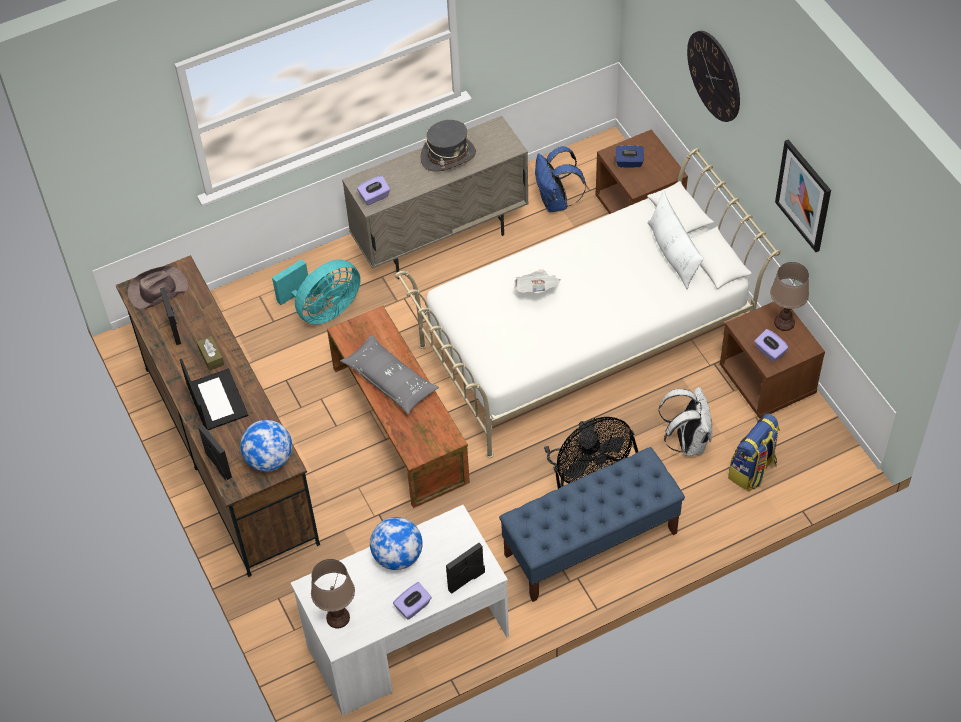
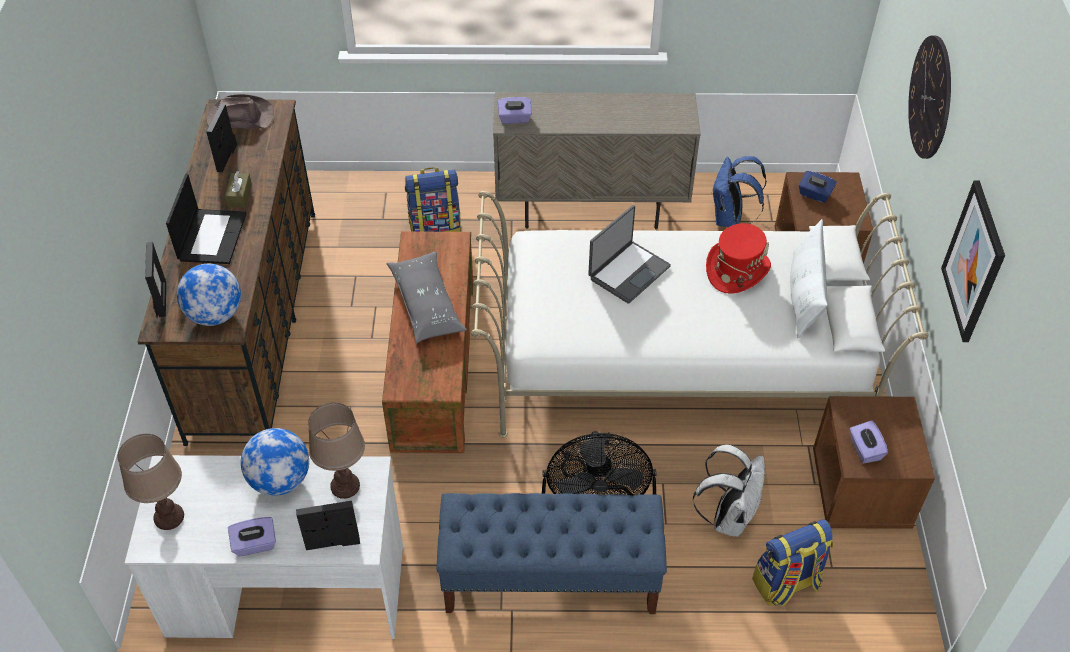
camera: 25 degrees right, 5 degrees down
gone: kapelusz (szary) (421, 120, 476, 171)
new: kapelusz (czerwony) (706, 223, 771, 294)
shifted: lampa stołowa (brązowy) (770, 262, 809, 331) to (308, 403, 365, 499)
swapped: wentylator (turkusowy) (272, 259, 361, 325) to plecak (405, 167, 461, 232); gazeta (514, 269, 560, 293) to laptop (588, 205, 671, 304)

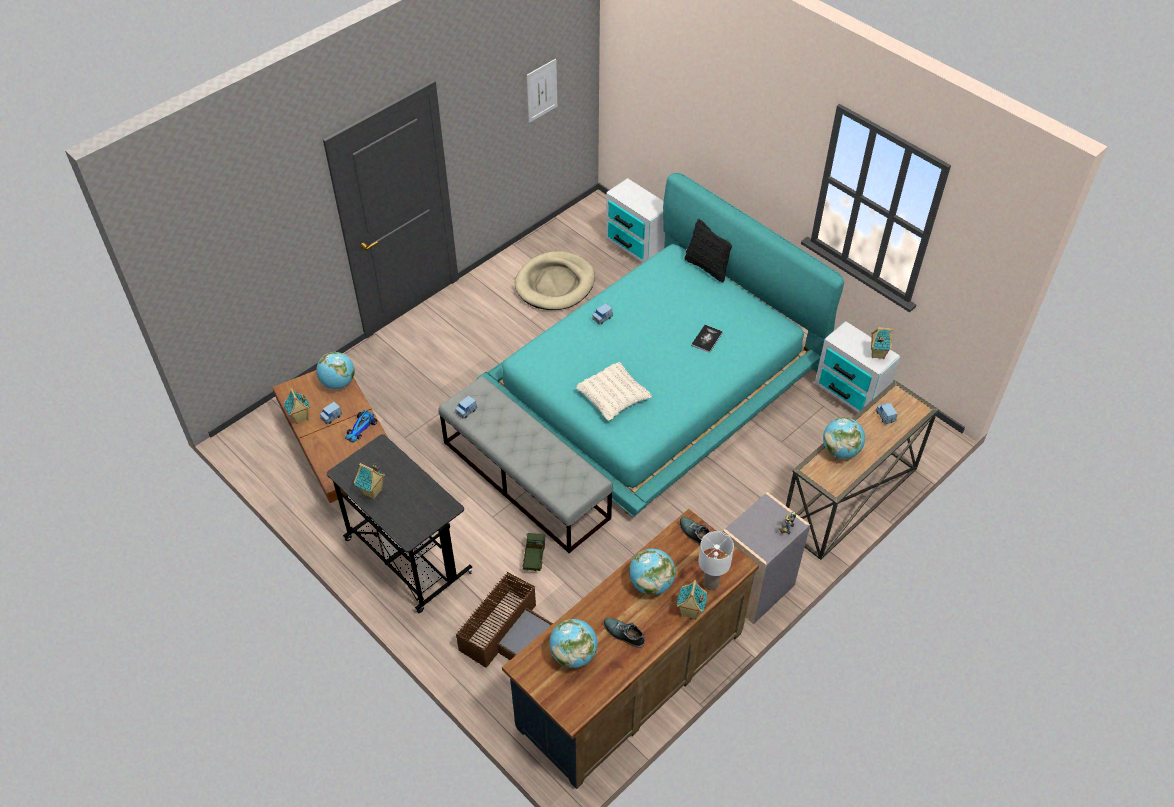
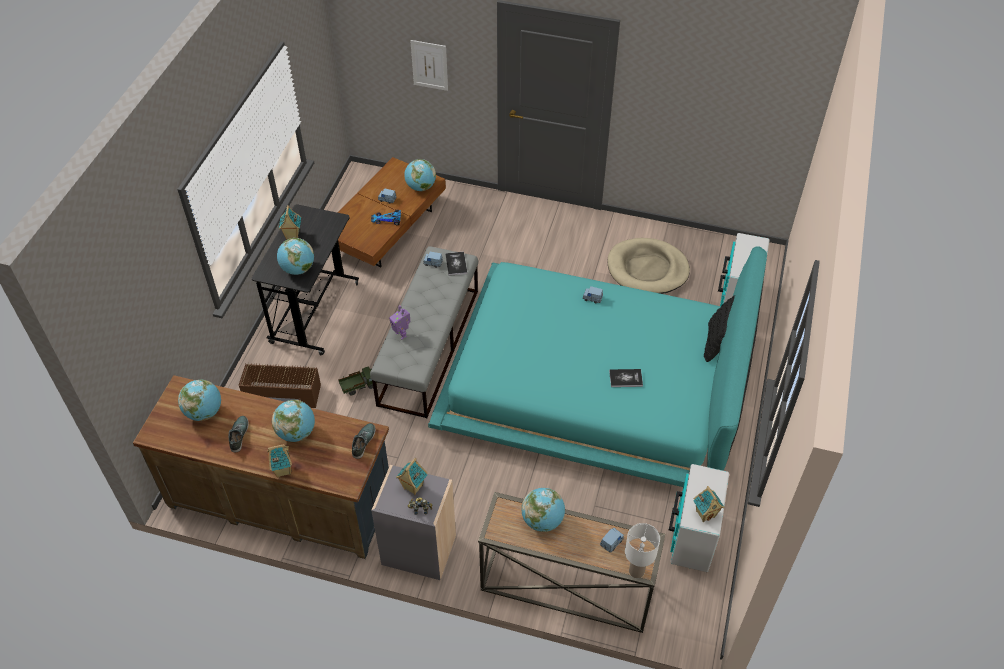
camera: 60 degrees right, 0 degrees up
gone: poduszka (beżowy) (576, 362, 652, 421)
new: globus (277, 238, 314, 275); robot zabawkowy (389, 305, 410, 340); książka (446, 252, 467, 276)
shifted: domek (284, 388, 311, 424) to (396, 458, 428, 495); obraz (527, 59, 557, 123) to (410, 40, 448, 91); lampa stołowa (biały) (698, 531, 734, 591) to (625, 523, 660, 578)

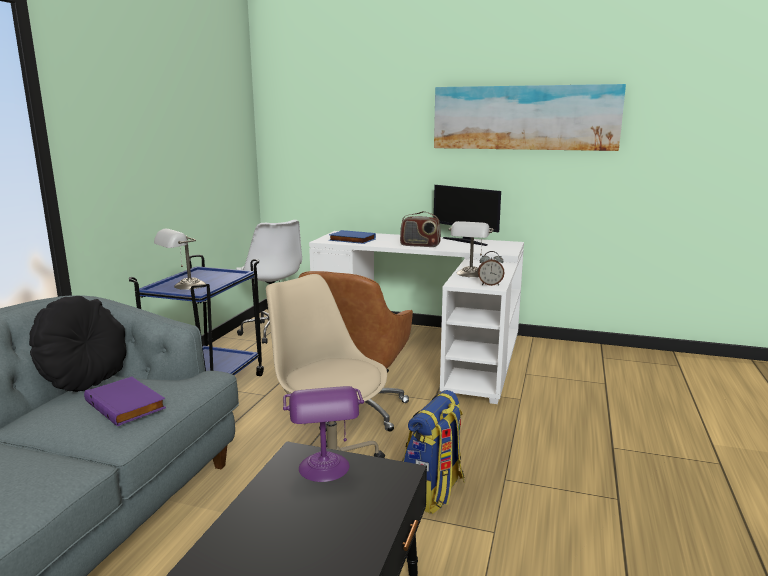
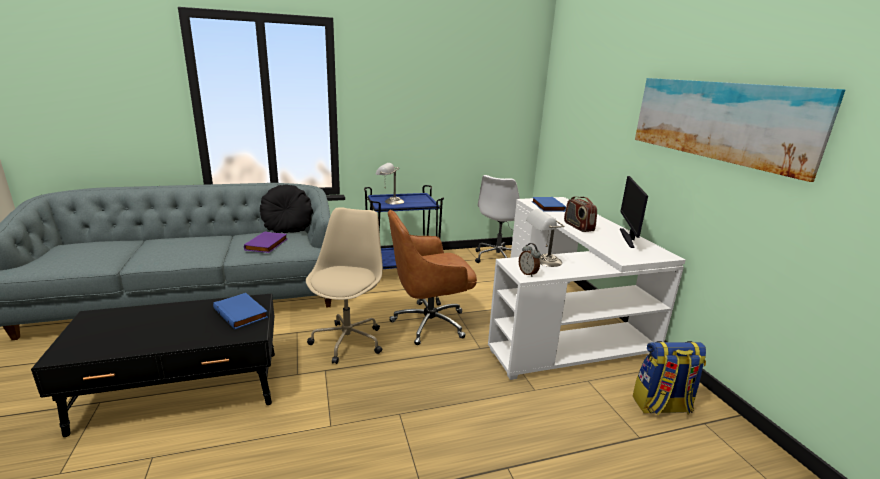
camera: 55 degrees right, 5 degrees up
shifted: plecak (403, 390, 465, 514) to (633, 341, 706, 415)
swapped: lampa stołowa (fioletowy) (283, 386, 364, 482) to książka (niebieski) (213, 293, 268, 329)

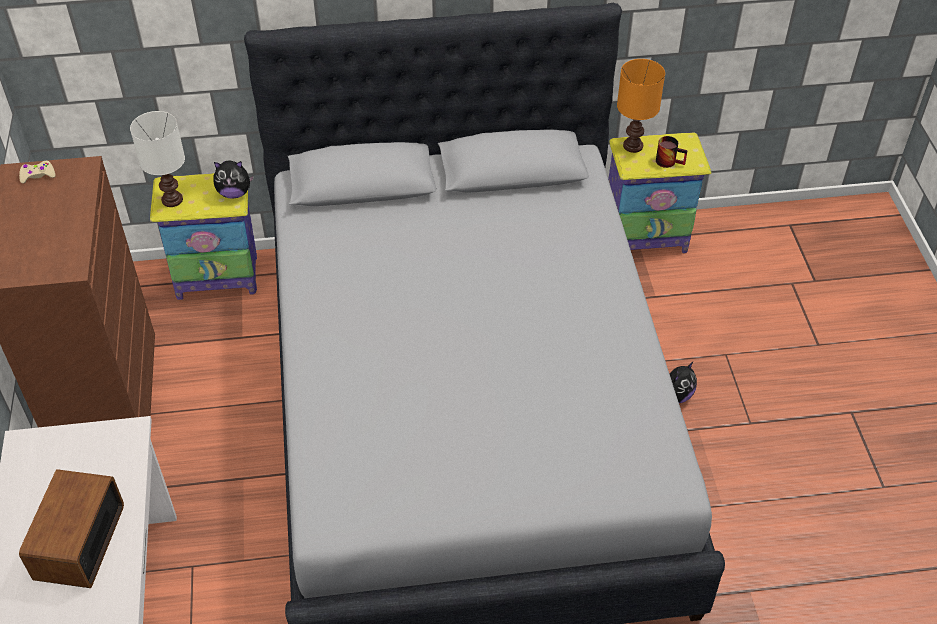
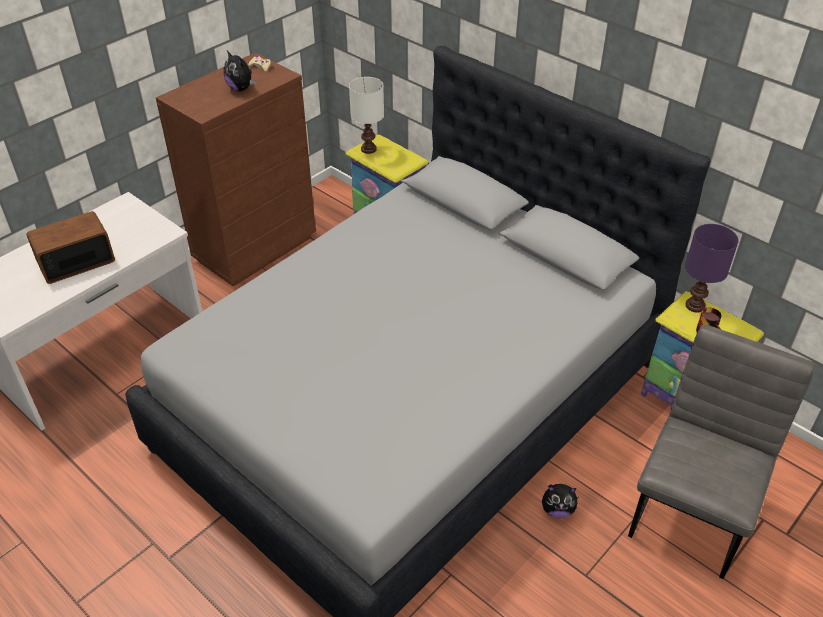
camera: 50 degrees right, 5 degrees down
new: krzesło (szary) (628, 324, 815, 579)
shifted: pluszak (214, 161, 254, 199) to (224, 51, 256, 91)
repainted: lampa stołowa (pomarańczowy) (617, 59, 665, 153) to lampa stołowa (fioletowy) (685, 224, 739, 312)

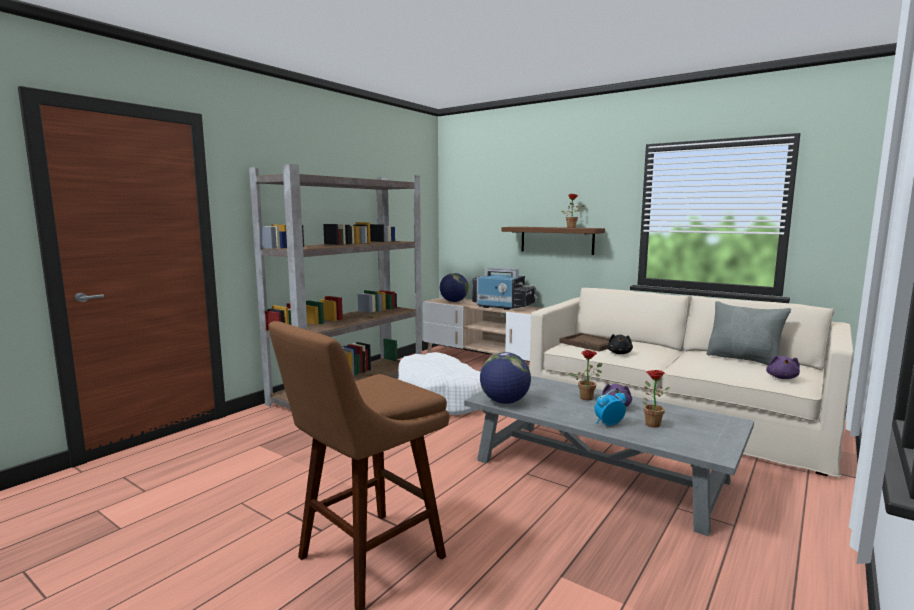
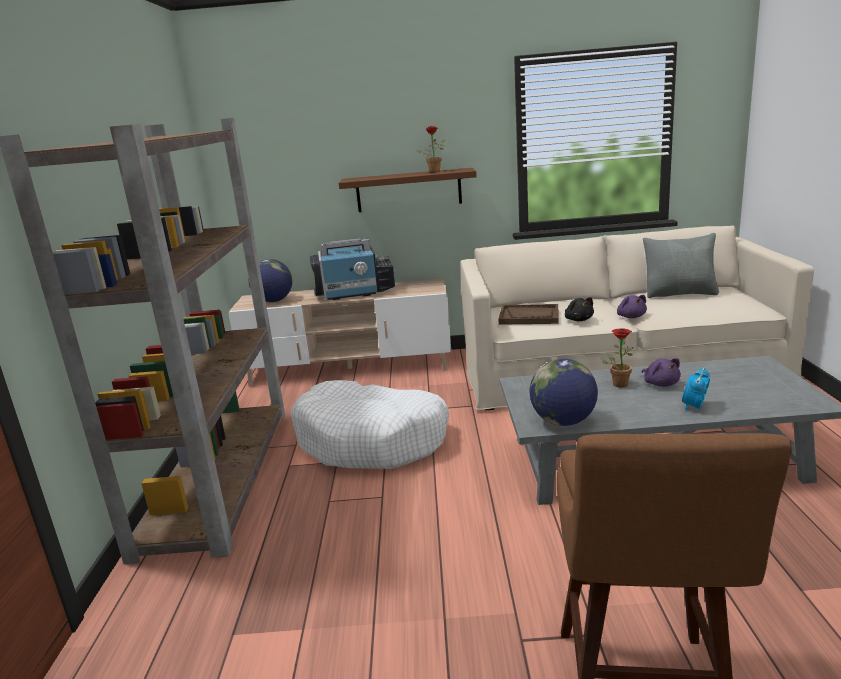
camera: 35 degrees left, 10 degrees up
gone: roślina doniczkowa (643, 370, 670, 428)
shifted: pluszak (fioletowy) (766, 355, 800, 379) to (617, 295, 647, 318)

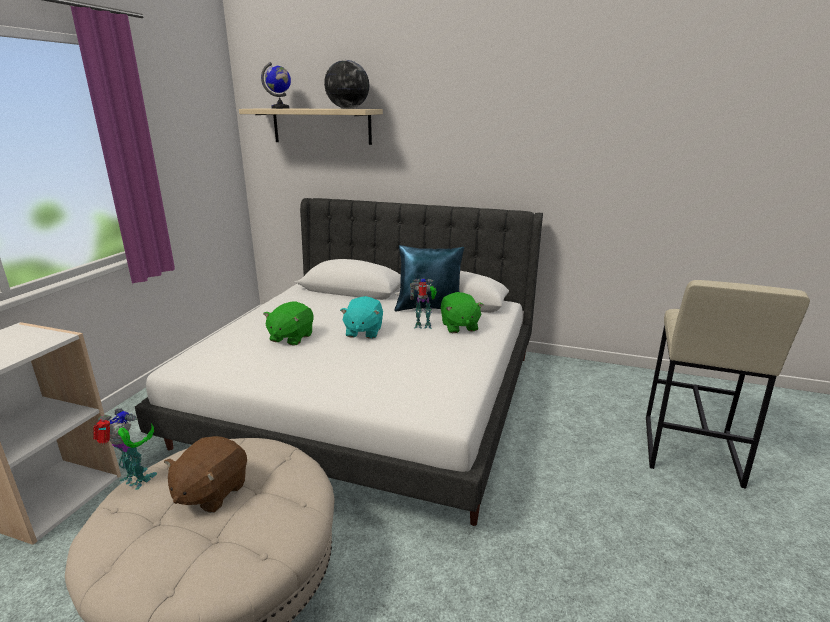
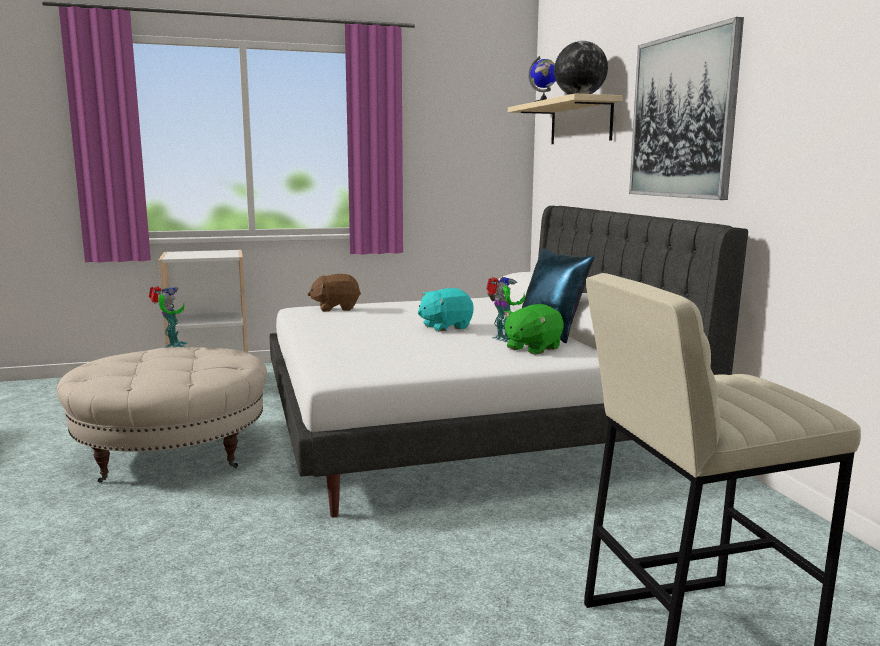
camera: 55 degrees right, 10 degrees down
gone: pluszak (zielony) (263, 301, 314, 346)
new: obraz (629, 17, 744, 200)
shifted: pluszak (brązowy) (164, 436, 247, 513) to (308, 274, 361, 312)

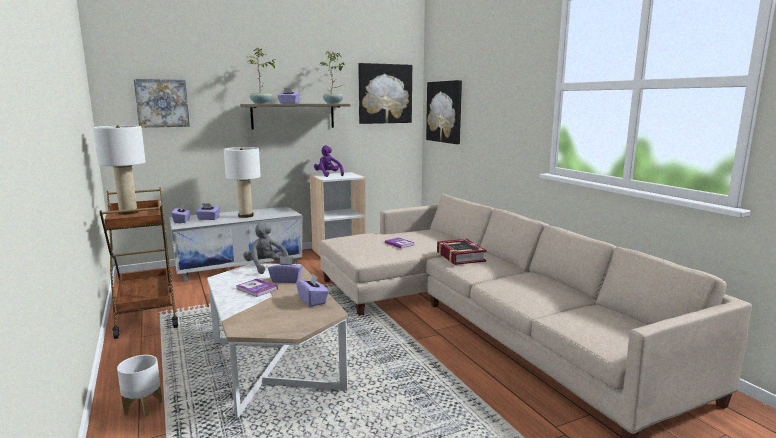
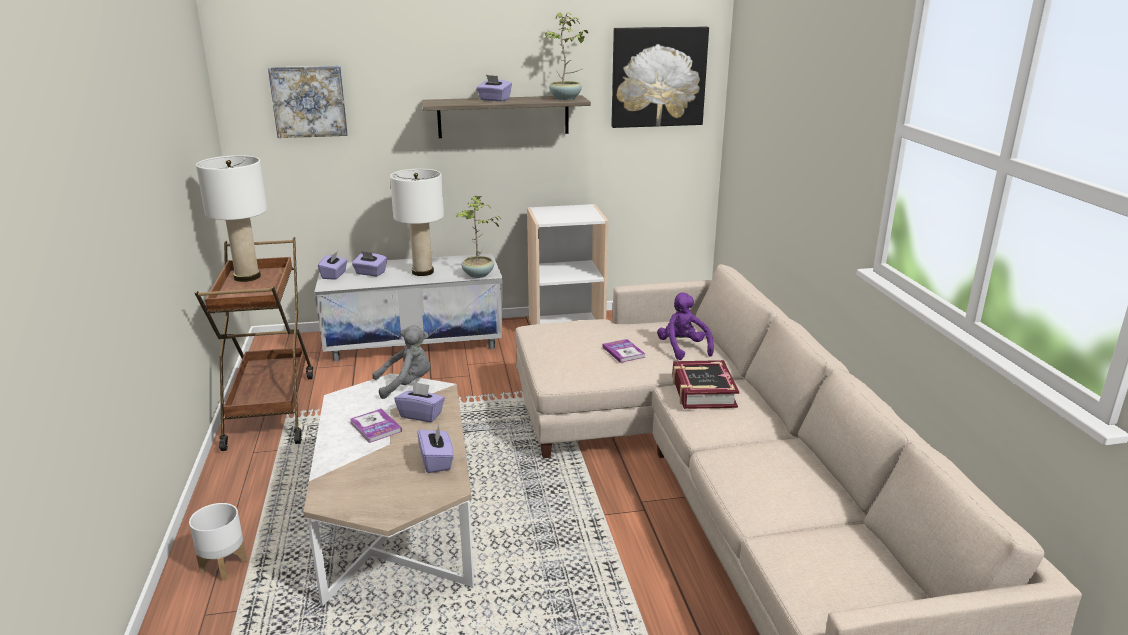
camera: 15 degrees right, 10 degrees up
gone: obraz (426, 80, 462, 144)
shifted: roślina doniczkowa (246, 47, 275, 104) to (456, 195, 502, 278); pluszak (fioletowy) (314, 145, 344, 177) to (657, 292, 714, 360)
rotated: pluszak (szary) (243, 222, 289, 274) = (372, 325, 431, 399) 90 degrees clockwise

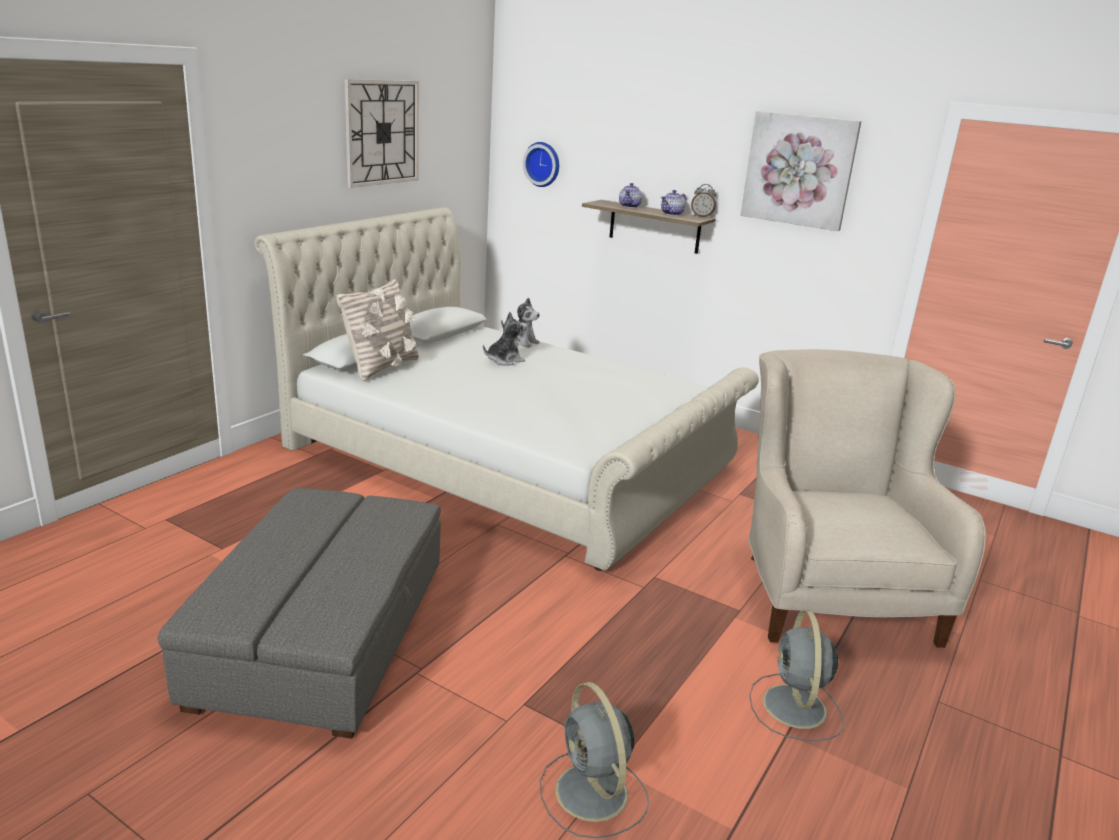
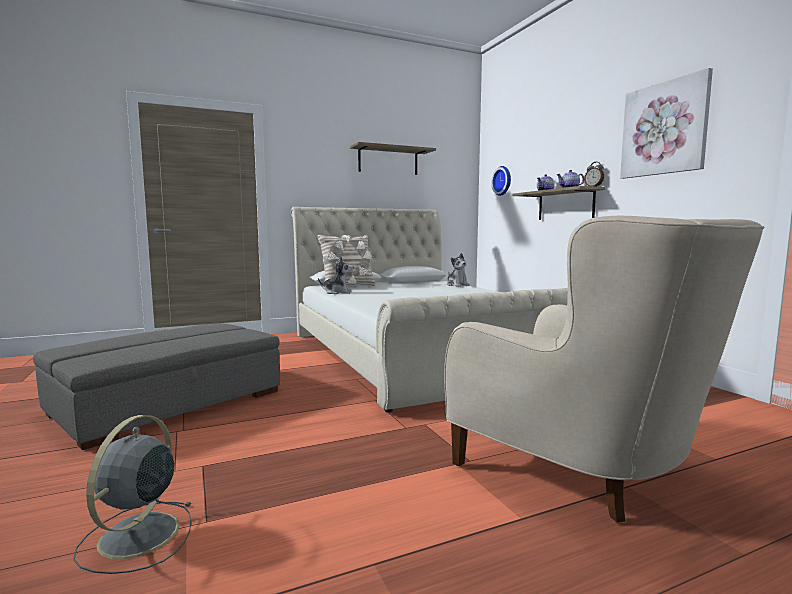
camera: 35 degrees right, 15 degrees down
gone: wentylator (szary) (749, 610, 844, 741)
shifted: pluszak (483, 312, 527, 366) to (318, 256, 353, 294)
swapped: zegar ścienny (345, 79, 419, 188) to półka (350, 142, 436, 175)
rotated: fotel (beżowy) (749, 349, 986, 648) = (444, 216, 765, 523) 105 degrees clockwise

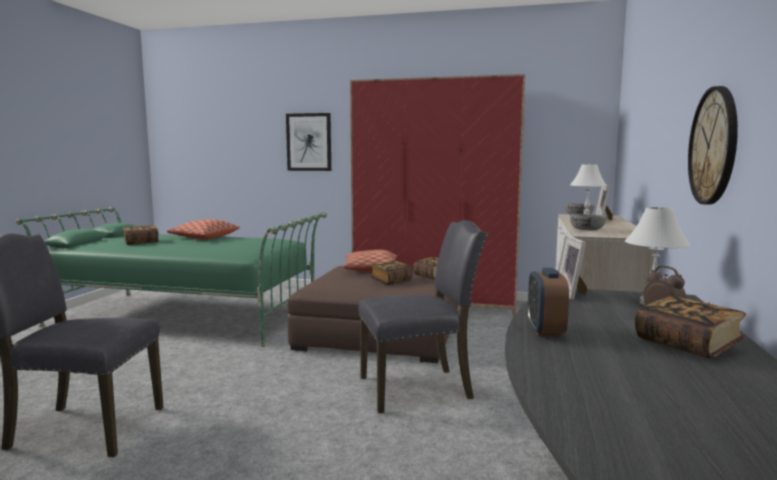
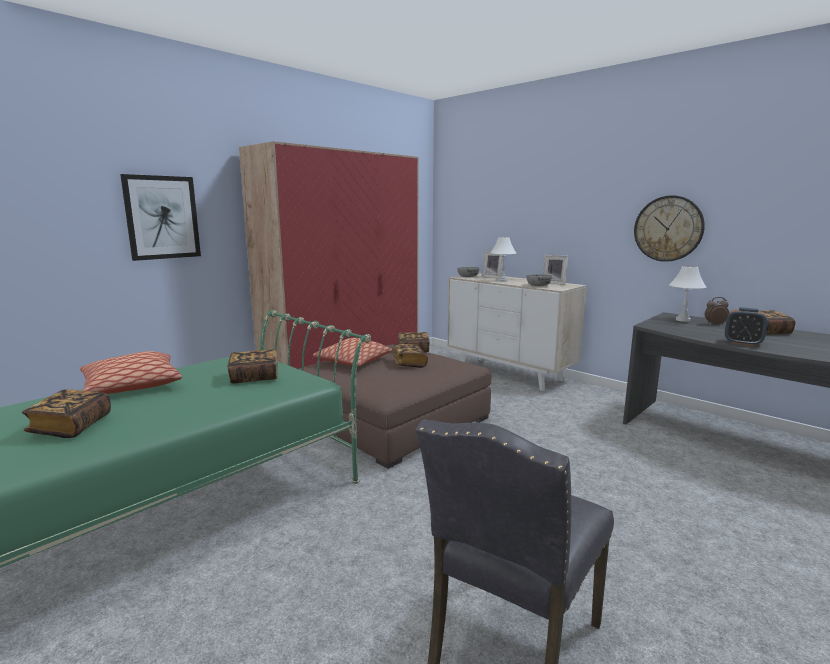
camera: 60 degrees left, 5 degrees up
gone: krzesło (szary) (358, 220, 488, 413)
new: książka (228, 350, 278, 383)
shifted: ramka na zdjęcie (558, 235, 588, 300) to (543, 255, 568, 285)

